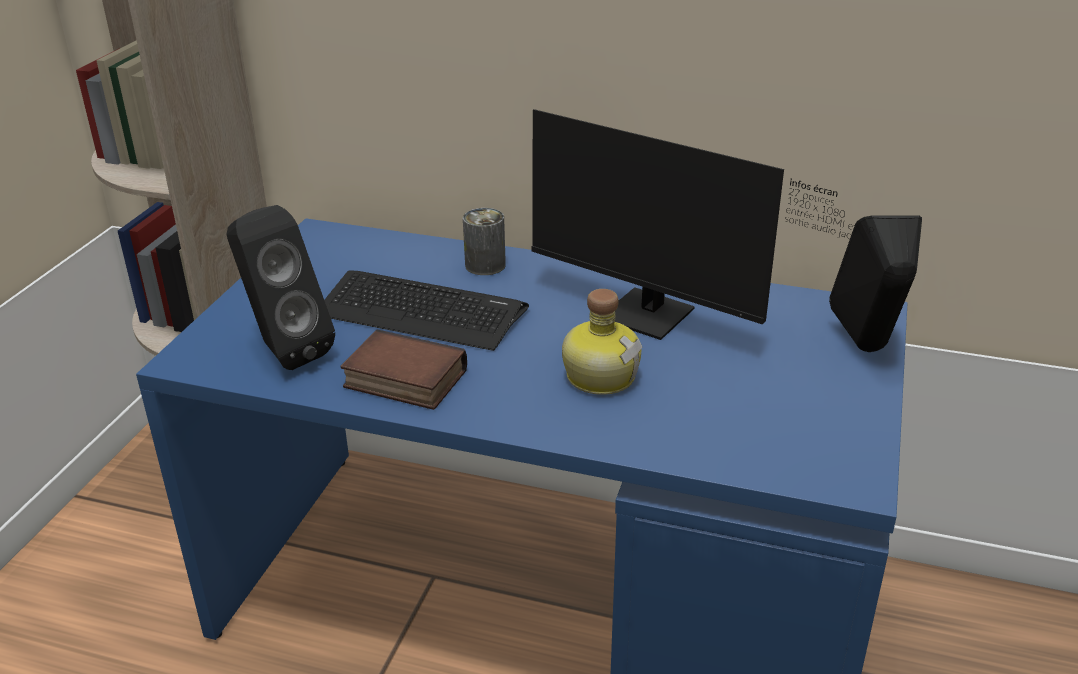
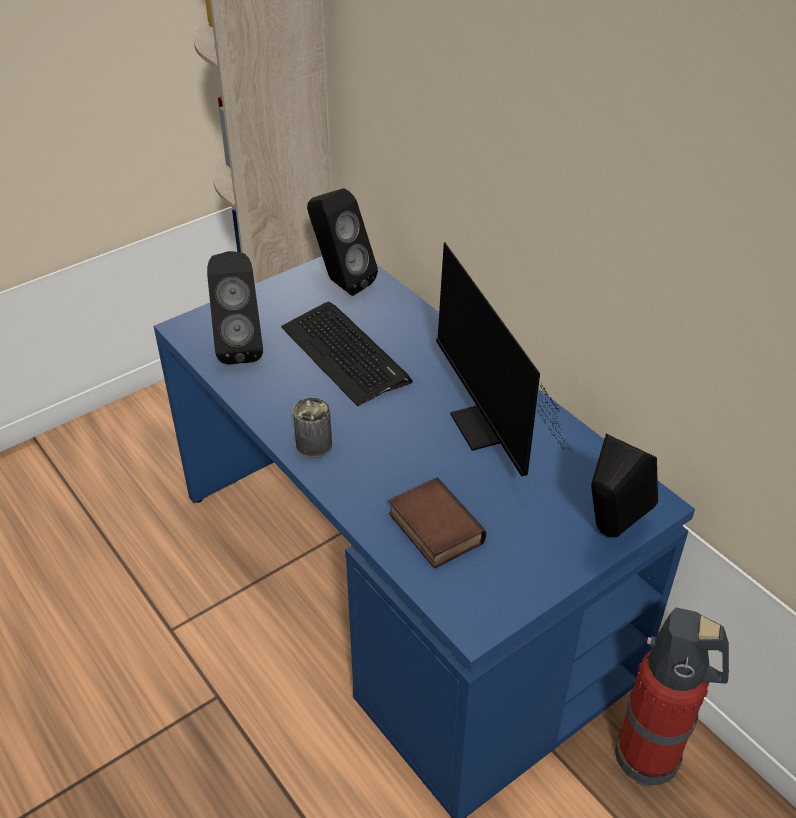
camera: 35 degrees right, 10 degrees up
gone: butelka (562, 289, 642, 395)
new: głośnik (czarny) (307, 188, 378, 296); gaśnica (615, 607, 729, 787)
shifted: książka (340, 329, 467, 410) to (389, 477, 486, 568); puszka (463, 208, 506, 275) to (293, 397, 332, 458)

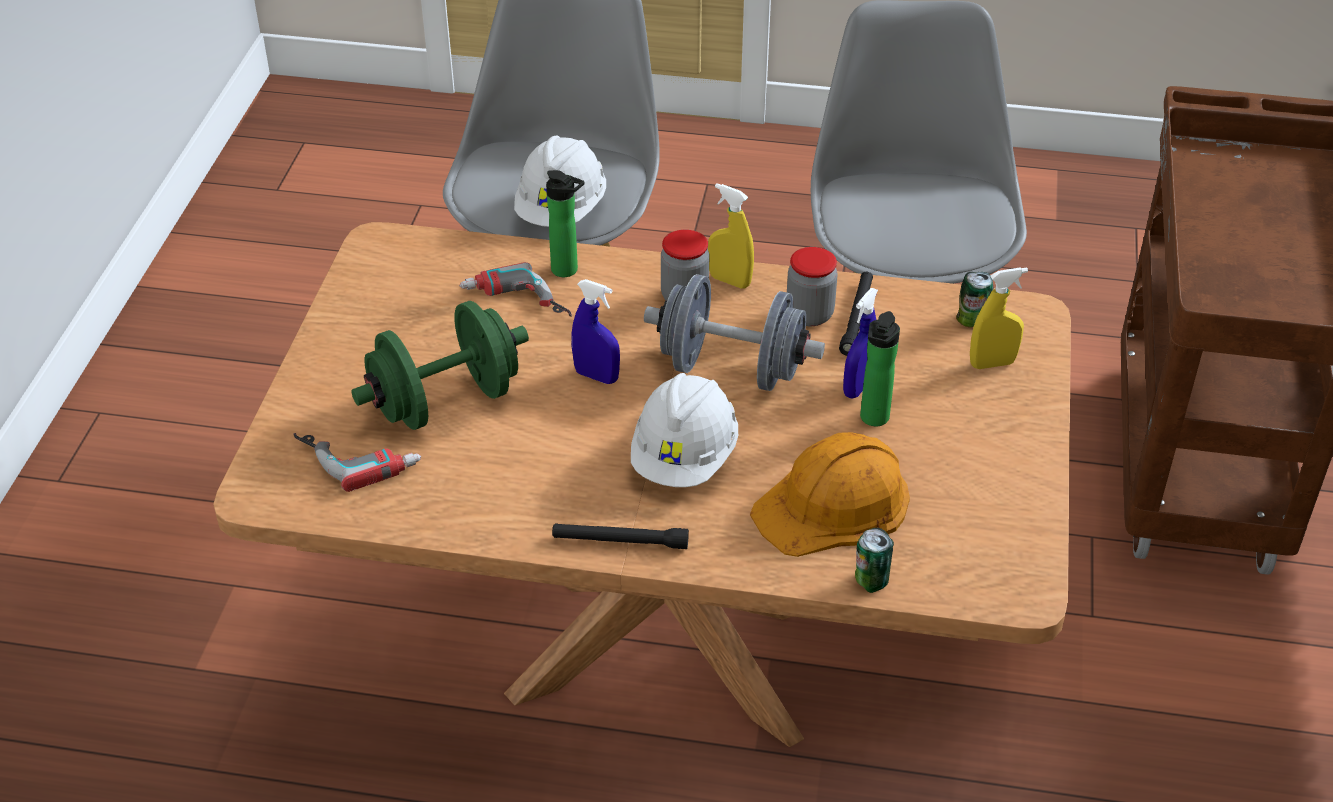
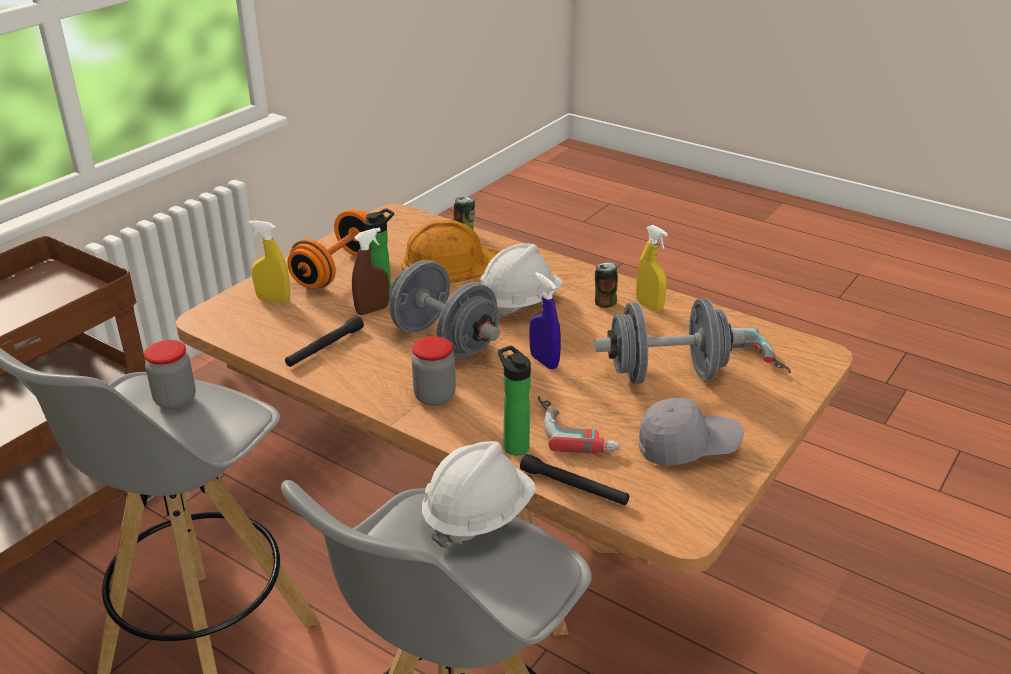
camera: 155 degrees left, 10 degrees down
new: hantel (pomarańczowy) (287, 209, 368, 288); czapka z daszkiem (szary) (639, 398, 744, 465)
shifted: latarka (czarny) (552, 523, 689, 549) to (520, 454, 629, 505); spryskiwacz (żółty) (708, 183, 754, 289) to (636, 225, 668, 312); słoik (787, 247, 838, 326) to (144, 340, 196, 410); puszka (956, 272, 993, 327) to (595, 262, 618, 308)
repainted: hantel (zielony) (351, 301, 529, 430) to hantel (szary) (594, 299, 745, 384); spryskiwacz (niebieski) (843, 288, 878, 398) to spryskiwacz (brązowy) (352, 228, 389, 315)

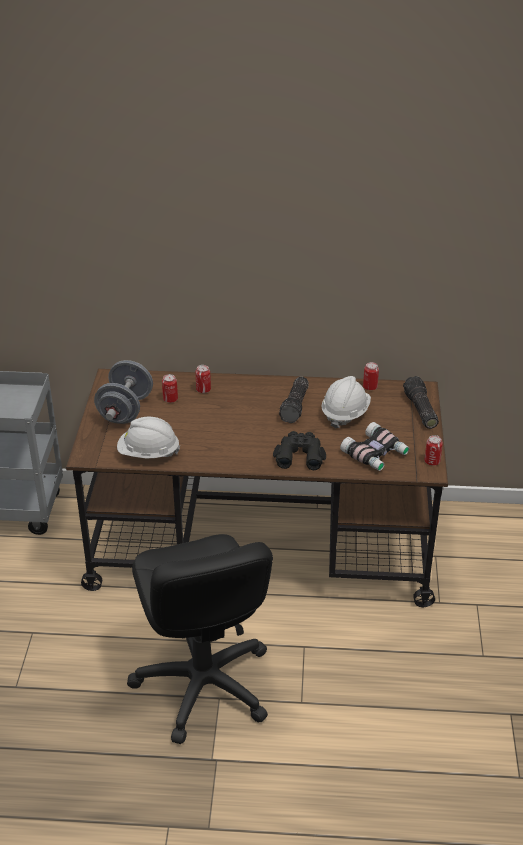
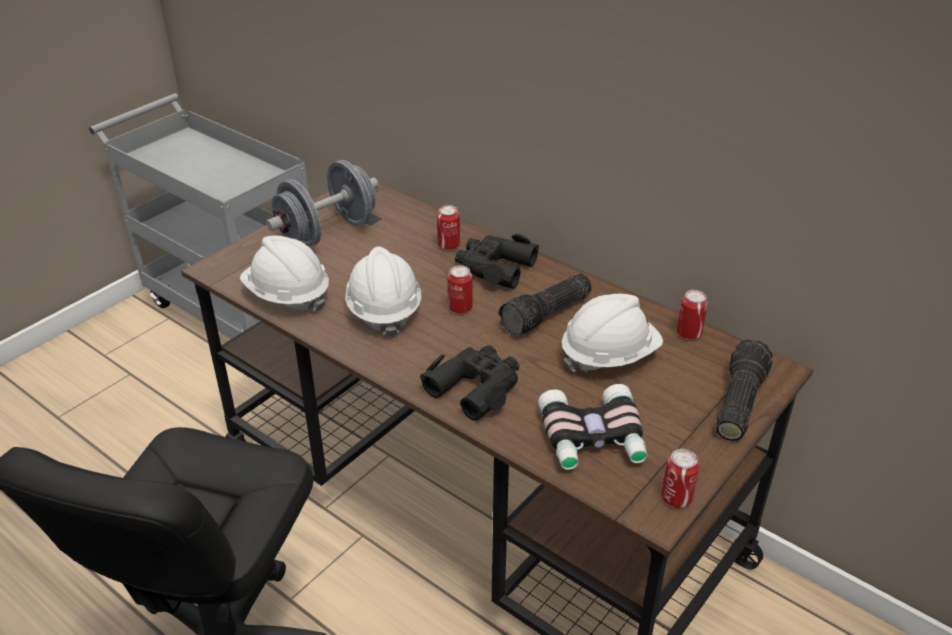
camera: 35 degrees right, 0 degrees up
new: kask (biały) (345, 247, 421, 337); lornetka (czarny) (455, 234, 539, 289)
shifted: puszka (162, 374, 178, 403) to (447, 265, 473, 313)

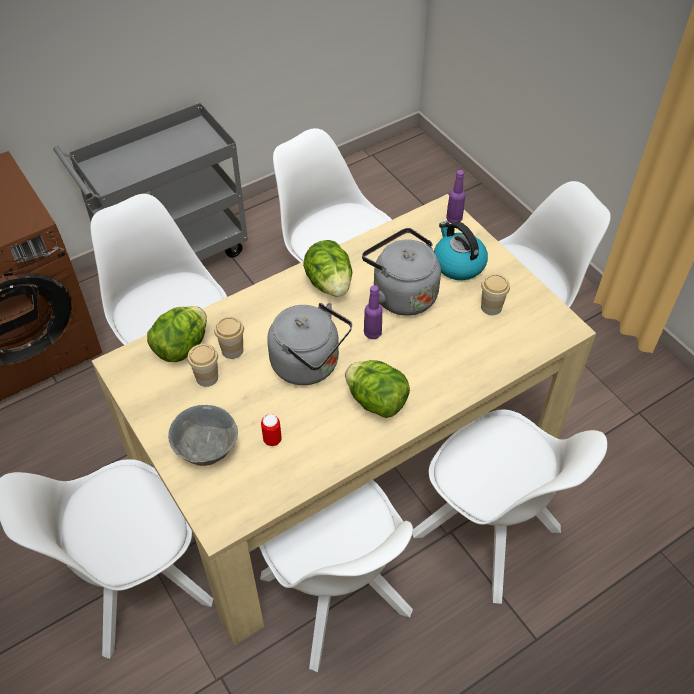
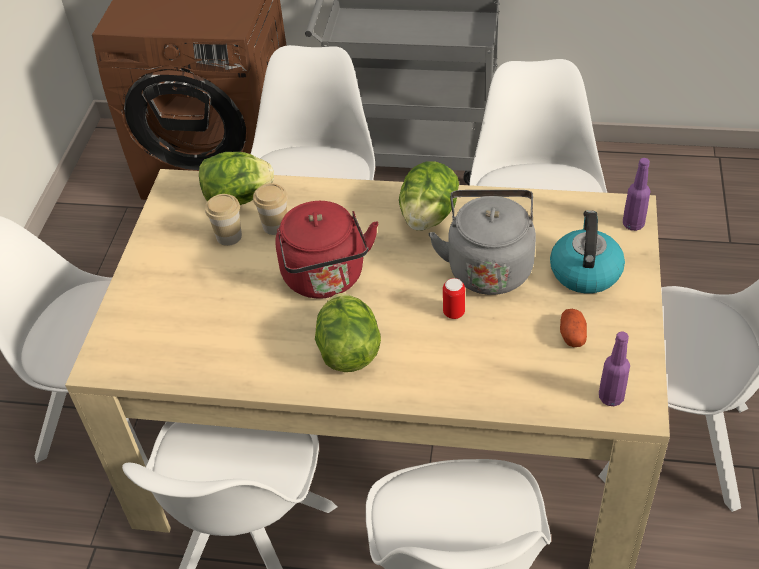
camera: 45 degrees right, 5 degrees down
gone: miska (szary) (168, 405, 238, 466)
shifted: puszka (261, 414, 282, 446) to (443, 278, 465, 319); butelka (fioletowy) (364, 285, 383, 339) to (599, 332, 630, 406)
swapped: filiżanka (481, 274, 510, 315) to ziemniak (560, 309, 587, 347)
repainted: czajnik (szary) (267, 303, 352, 385) to czajnik (czerwony) (275, 201, 378, 299)

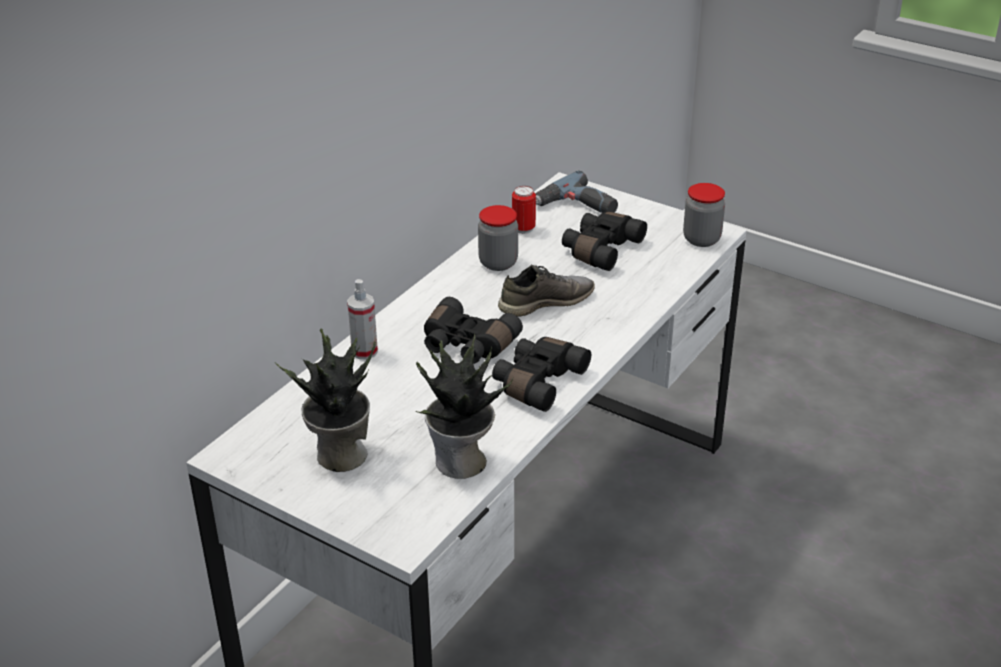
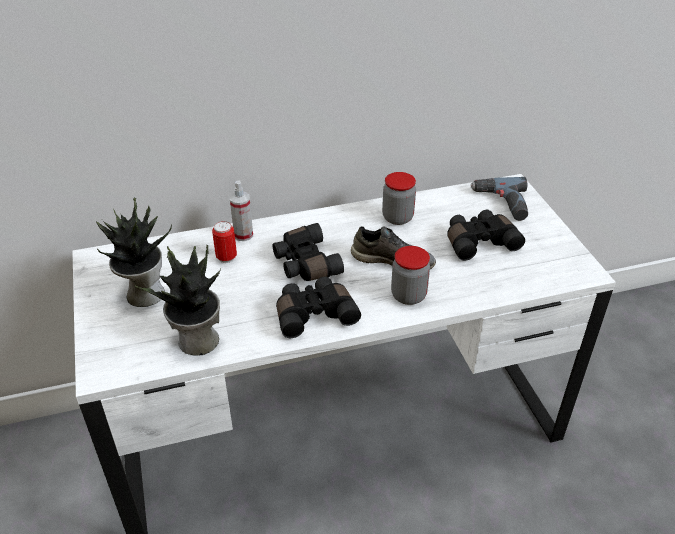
camera: 40 degrees right, 5 degrees up
shifted: puszka (512, 186, 536, 234) to (212, 221, 237, 263); słoik (683, 183, 725, 247) to (391, 246, 430, 305)

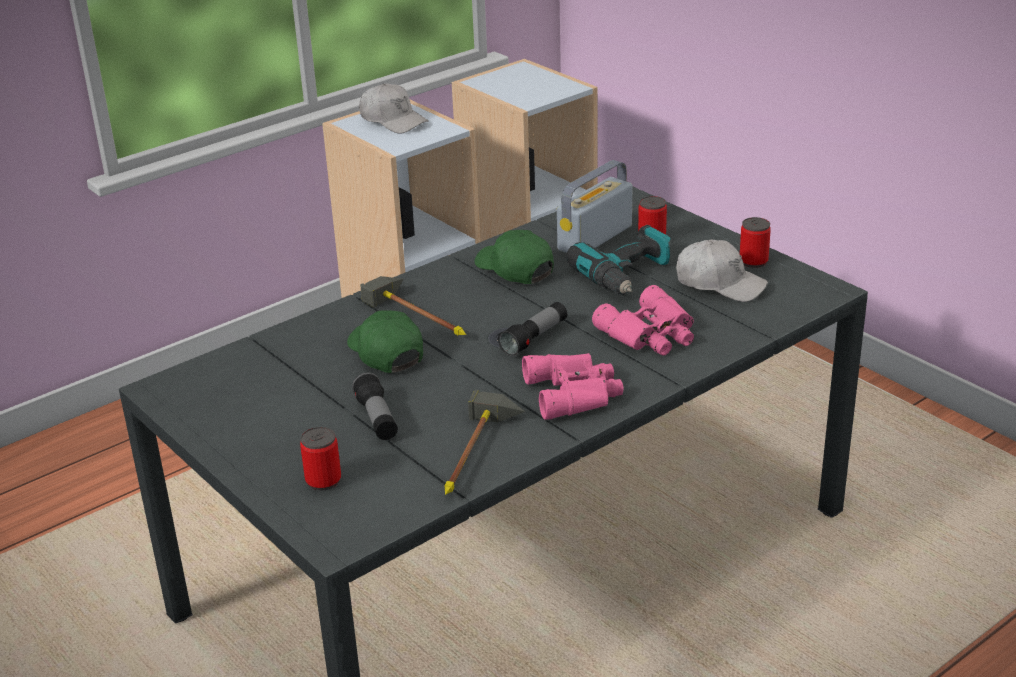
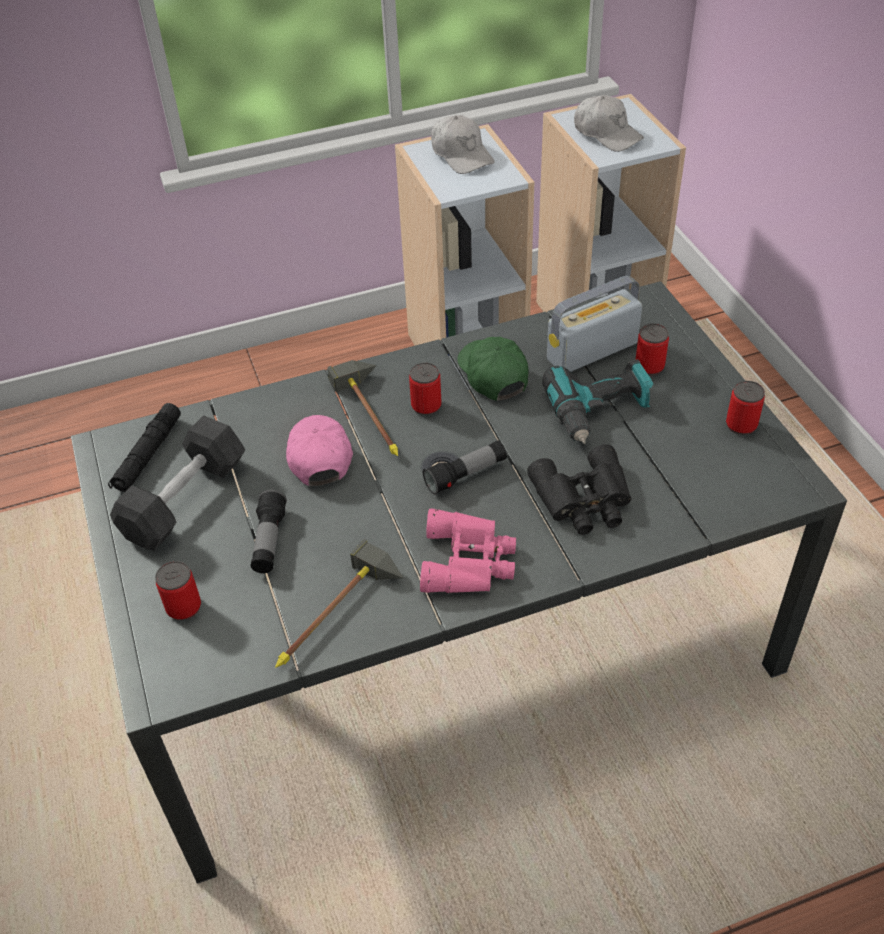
camera: 20 degrees right, 15 degrees up
new: latarka (czarny) (108, 403, 181, 492); hantel (czarny) (110, 415, 245, 551); puszka (409, 363, 441, 415)
shifted: czapka z daszkiem (biały) (676, 240, 768, 302) to (574, 95, 644, 152)
repainted: czapka z daszkiem (zielony) (347, 310, 423, 373) to czapka z daszkiem (różowy) (286, 415, 353, 486); lornetka (różowy) (592, 285, 694, 356) to lornetka (czarny) (527, 444, 632, 535)

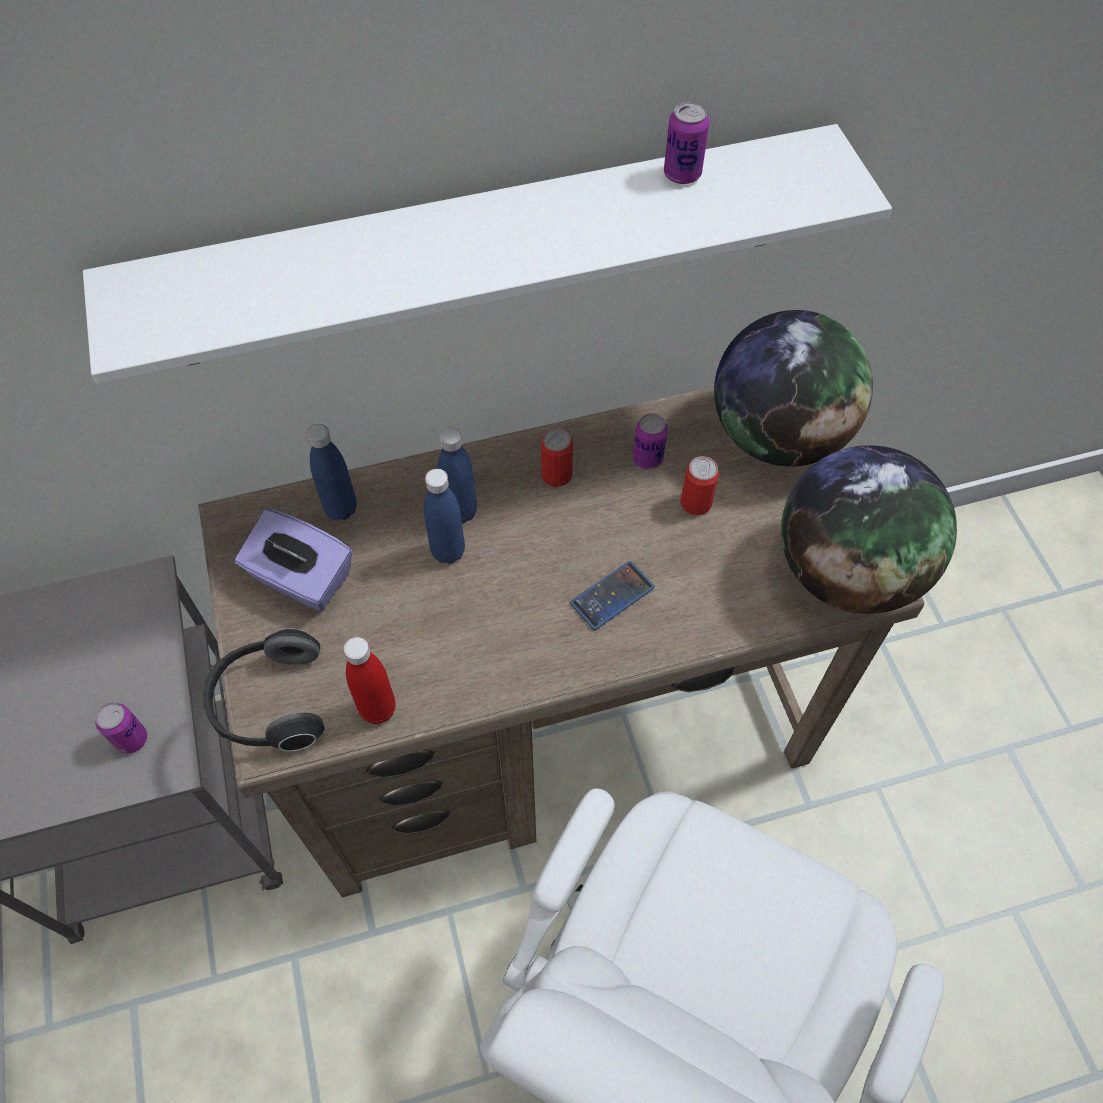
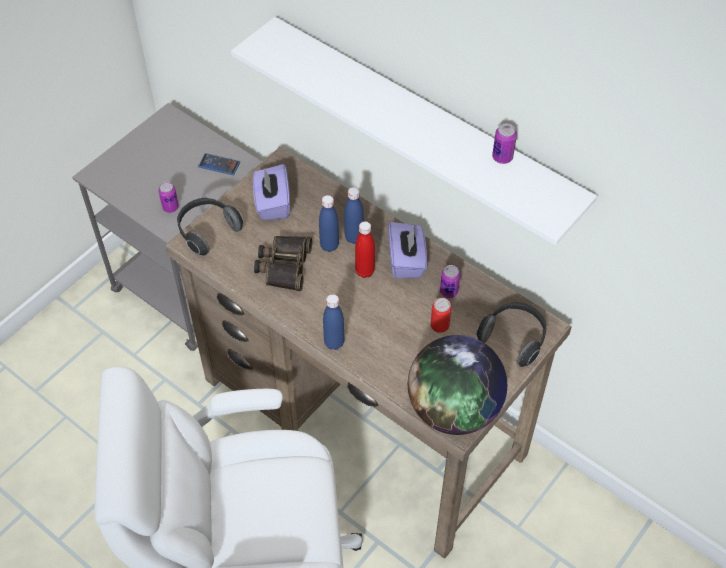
camera: 55 degrees right, 5 degrees down
new: lornetka (254, 236, 312, 291)
shifted: butelka (niebieski) (307, 424, 357, 520) to (323, 294, 344, 350); butelka (czerwony) (344, 637, 396, 724) to (355, 221, 375, 278); telefon (570, 561, 655, 630) to (198, 153, 240, 175)
swapped: puszka (541, 428, 573, 487) to pudełko chusteczek (fioletowy) (388, 222, 427, 279); globus (714, 310, 873, 467) to słuchawki (476, 302, 546, 367)

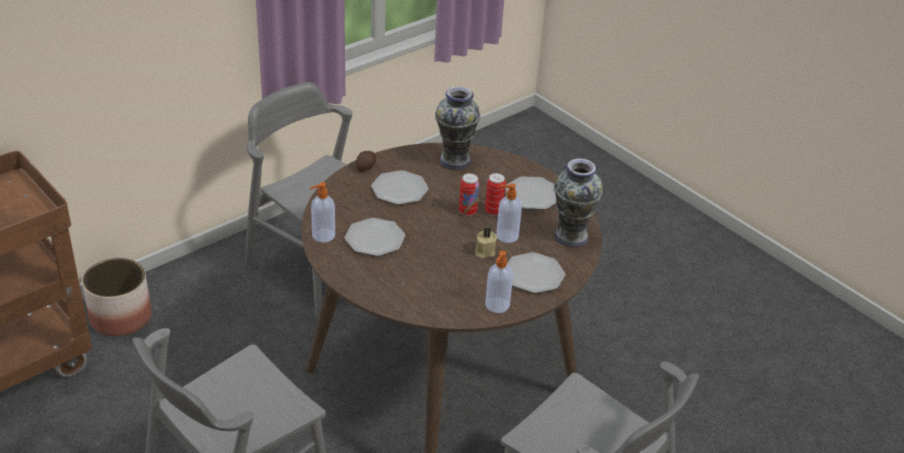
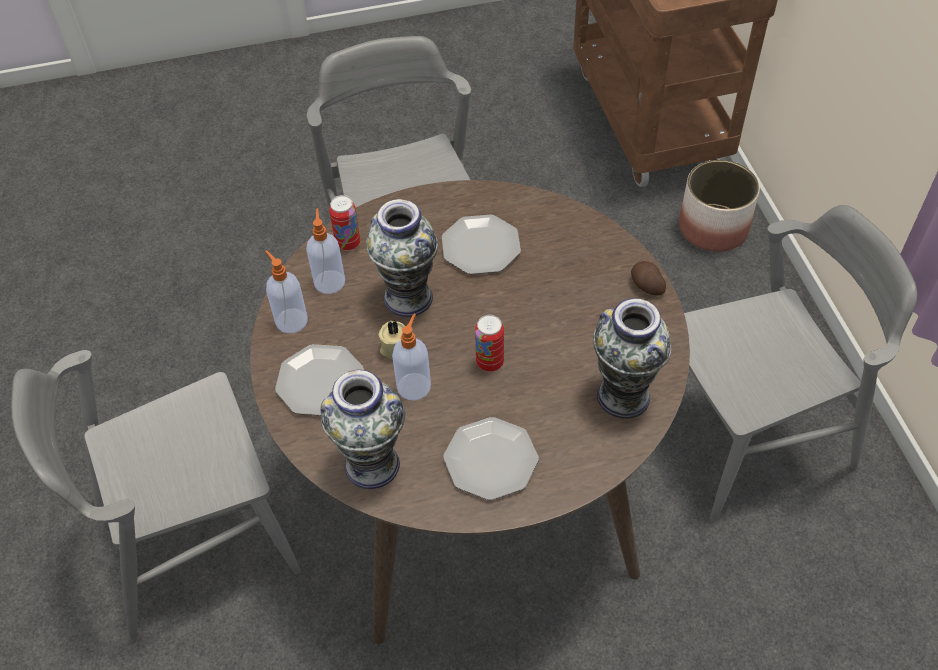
camera: 120 degrees right, 15 degrees up
gone: talerz (371, 170, 429, 205)
new: wazon (366, 199, 438, 317)
shifted: dozownik mydła (310, 182, 335, 242) to (306, 208, 345, 294); puszka (485, 173, 506, 216) to (329, 195, 360, 251)

